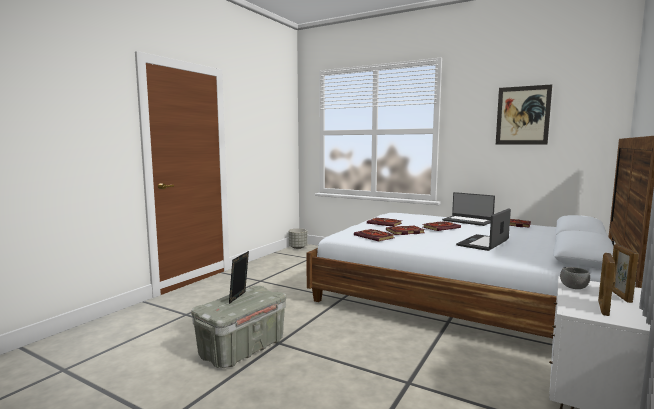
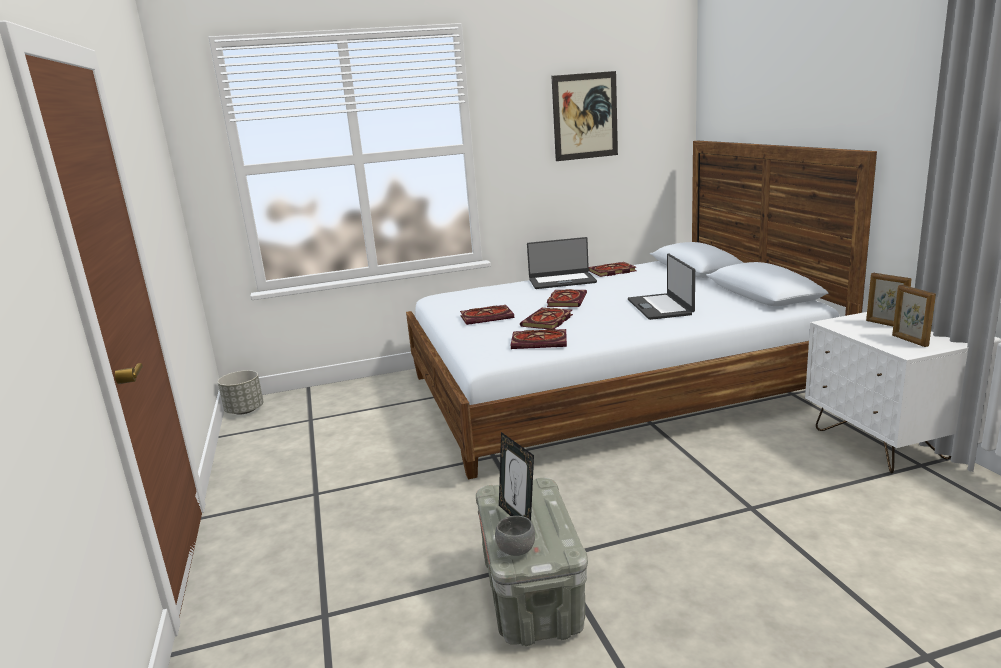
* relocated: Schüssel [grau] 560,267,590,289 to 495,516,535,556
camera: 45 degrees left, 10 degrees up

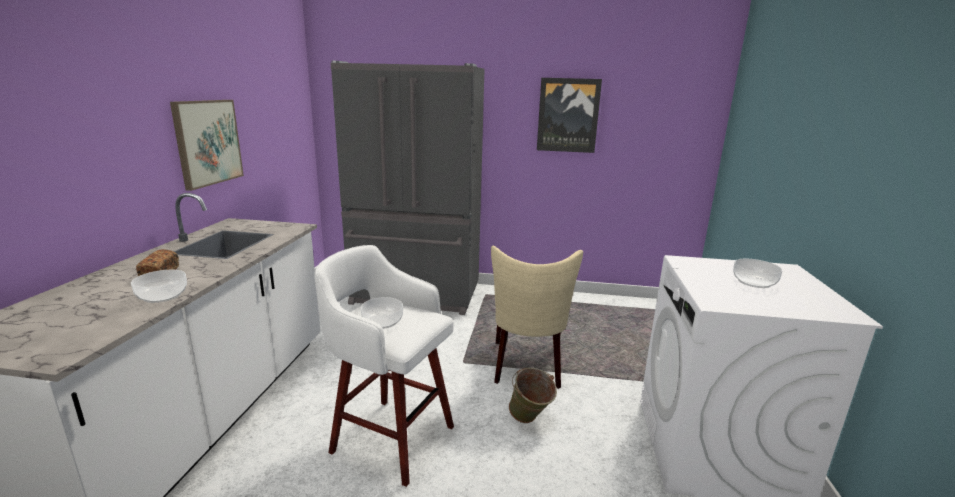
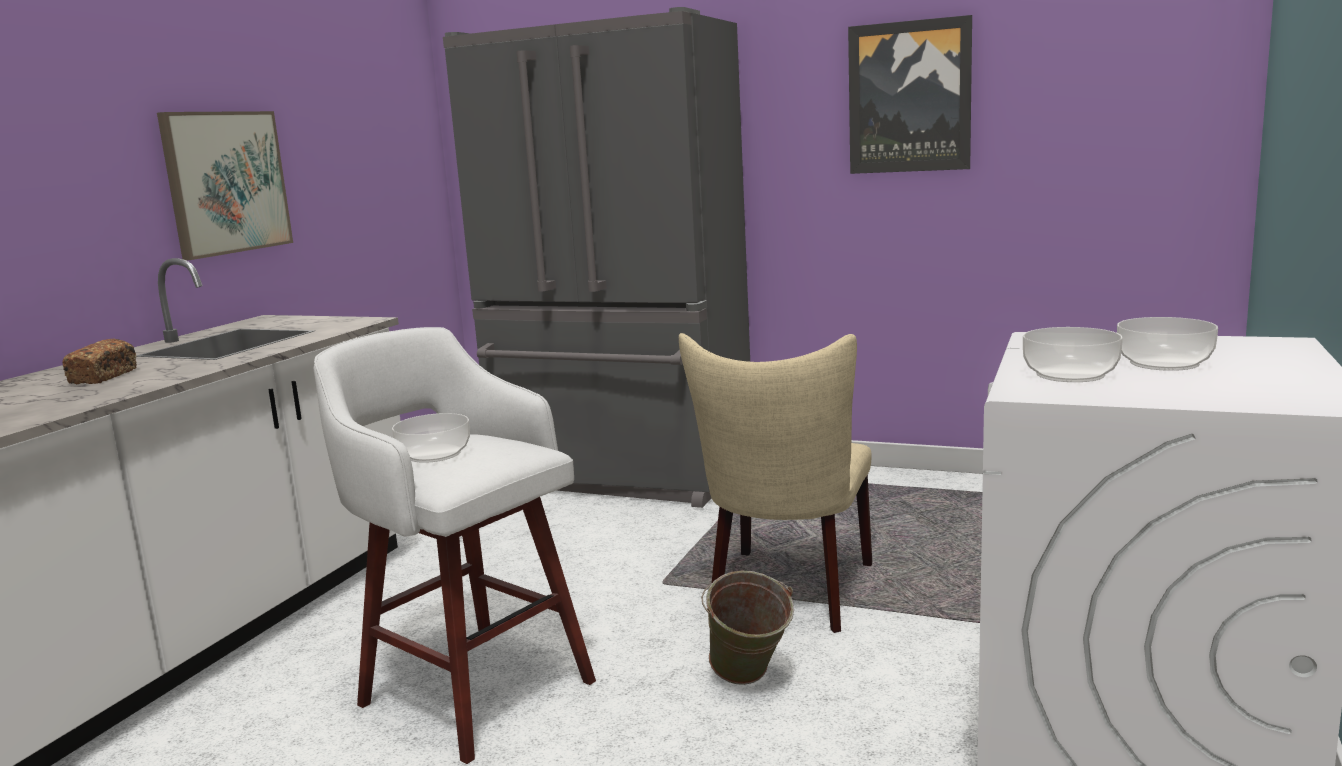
* relocated: Schüssel 131,270,187,303 to 1023,327,1123,382
camera: 15 degrees right, 5 degrees down

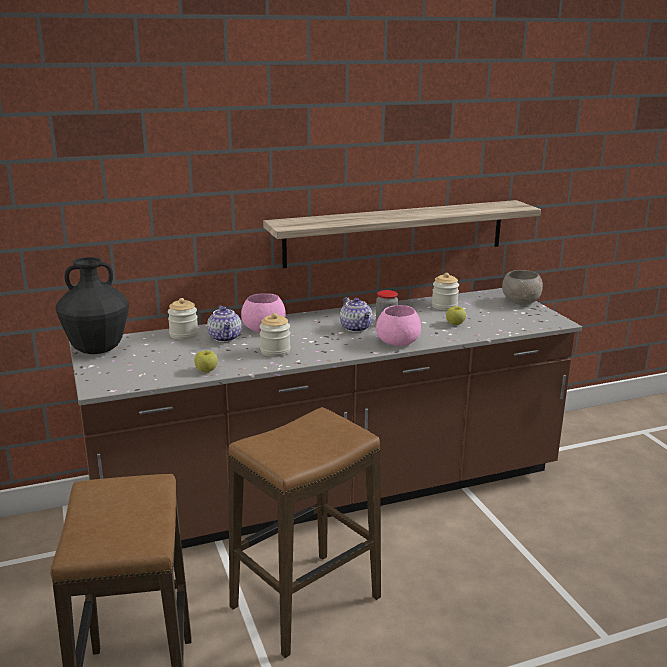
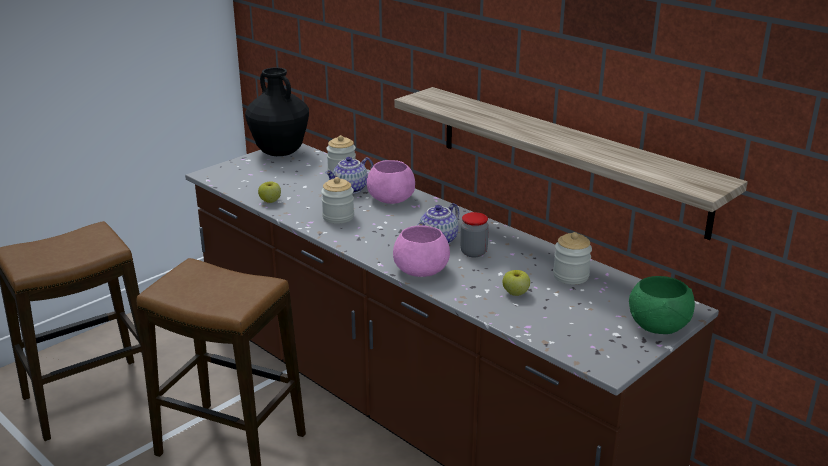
* colour: Schüssel [grau] 502,270,543,305 to Schüssel [grün] 629,276,695,334
camera: 65 degrees right, 5 degrees up

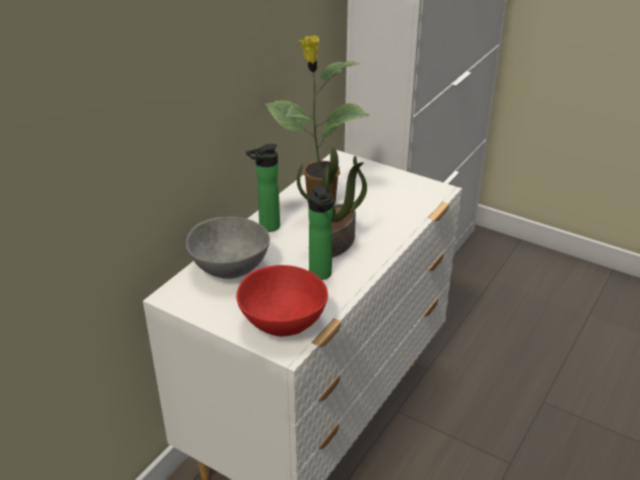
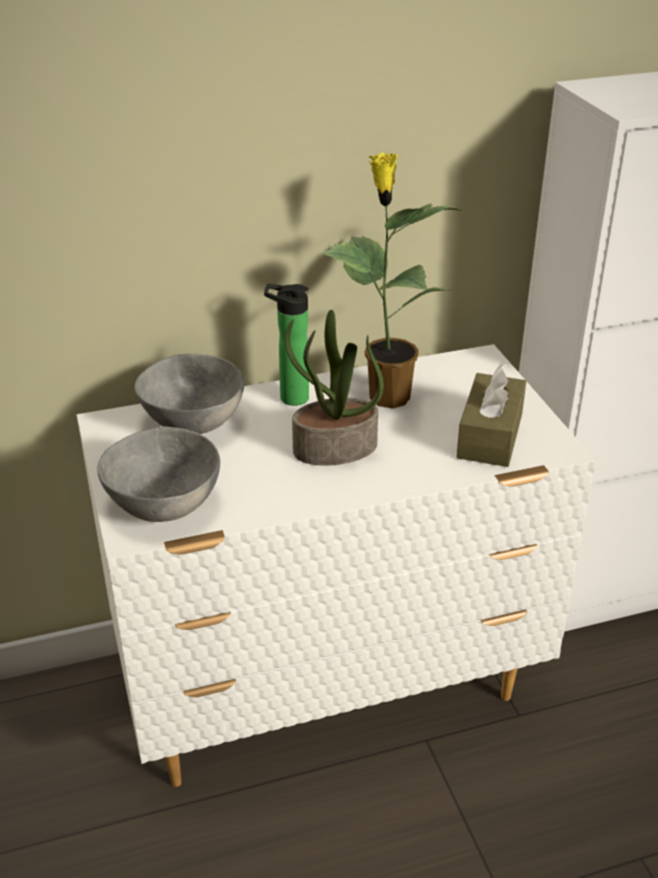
* missing: Flasche 308,184,335,280
* colour: Schüssel [rot] 236,265,328,336 to Schüssel [grau] 97,426,220,522
* appeared: Taschentuchbox [braun] 457,363,526,467
camera: 40 degrees right, 0 degrees up

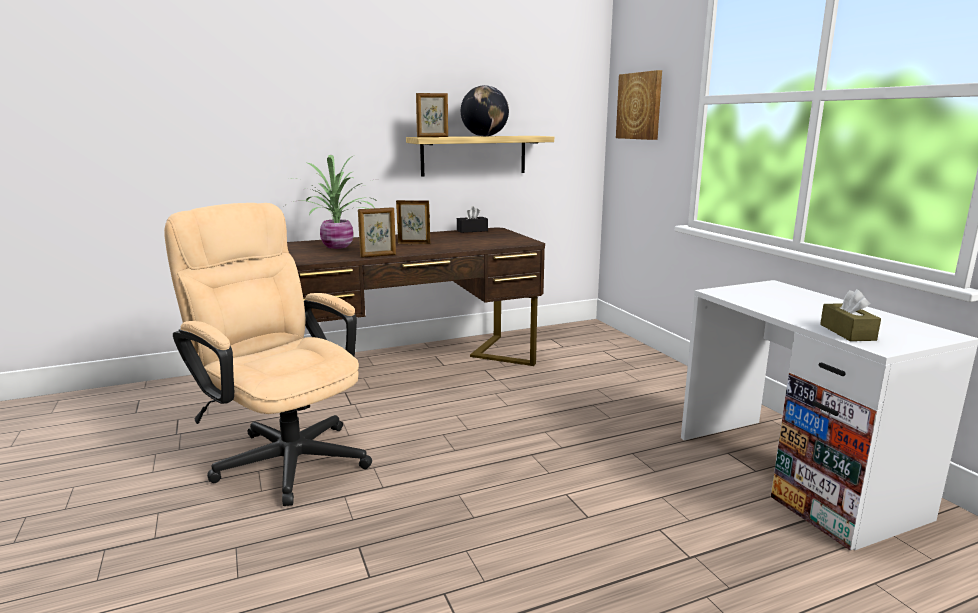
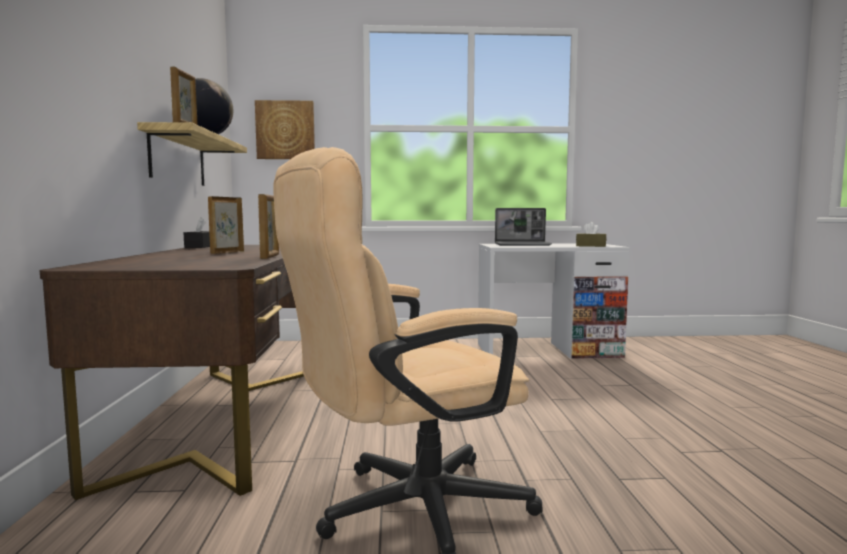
* missing: Topfpflanze 290,155,377,249
* appeared: Laptop 495,208,552,246
camera: 70 degrees left, 10 degrees down

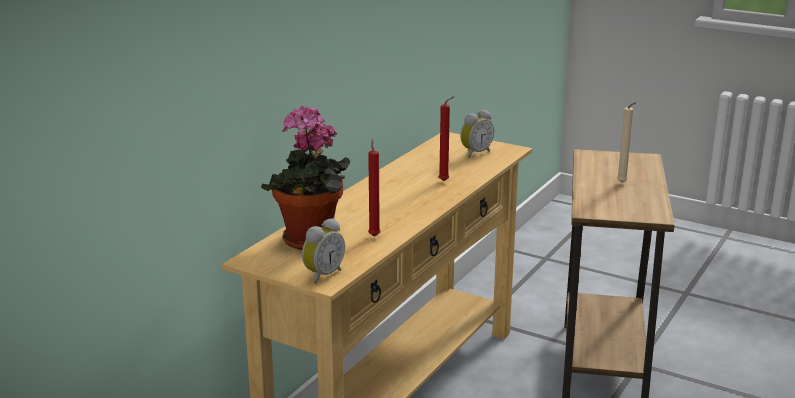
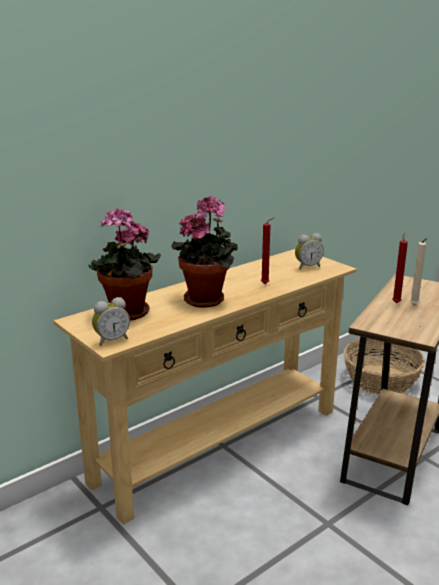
* relocated: Kerze [rot] 368,139,381,237 to 392,232,408,303
* appeared: Topfpflanze 171,195,238,308
* appeared: Korb 343,338,425,395
camera: 20 degrees right, 0 degrees up

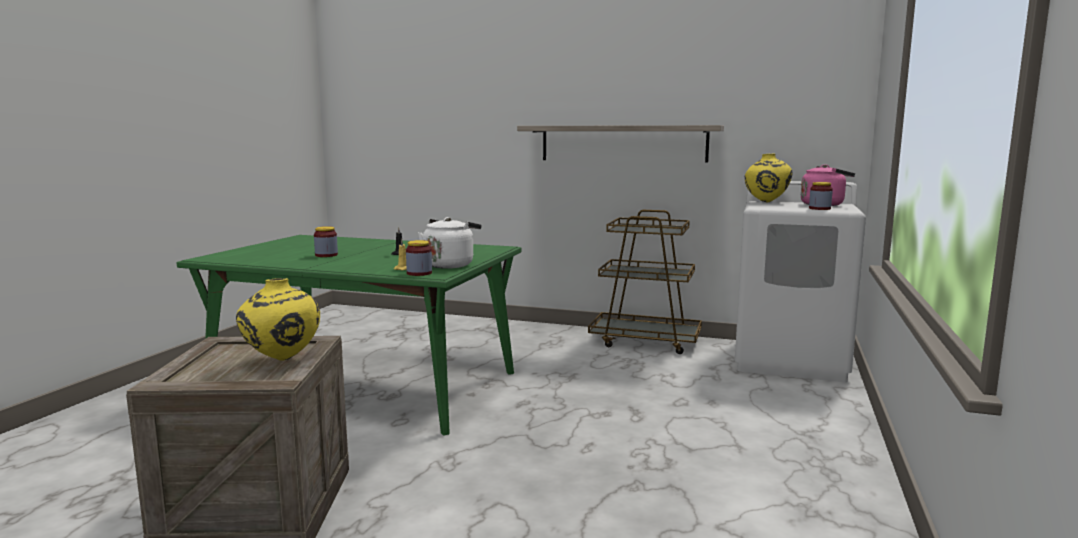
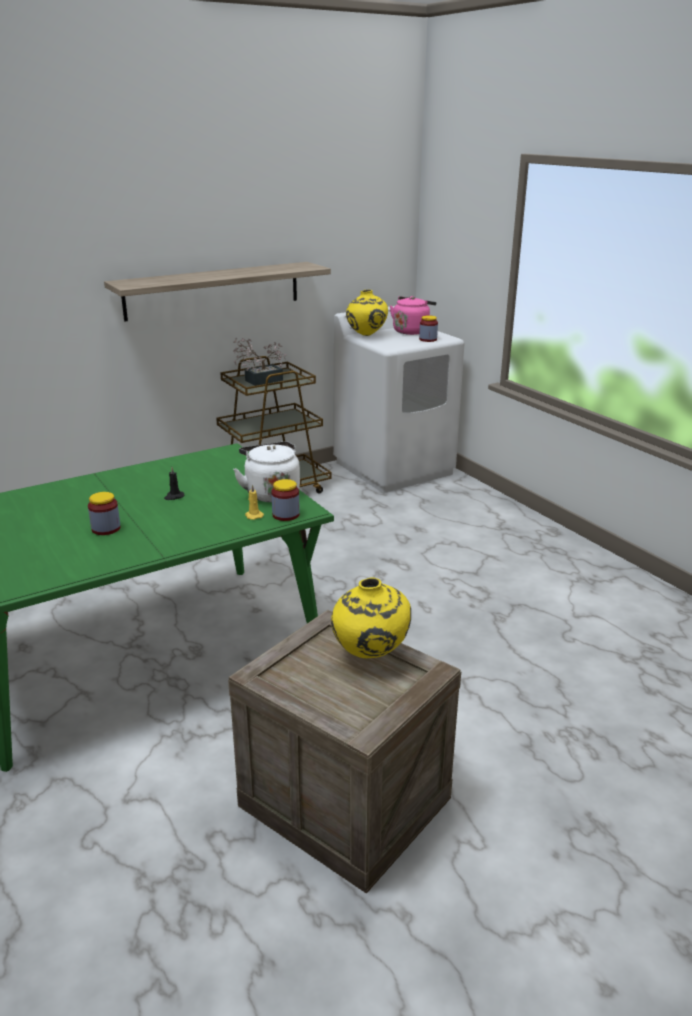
* appeared: Topfpflanze 234,338,286,386
camera: 50 degrees left, 15 degrees up

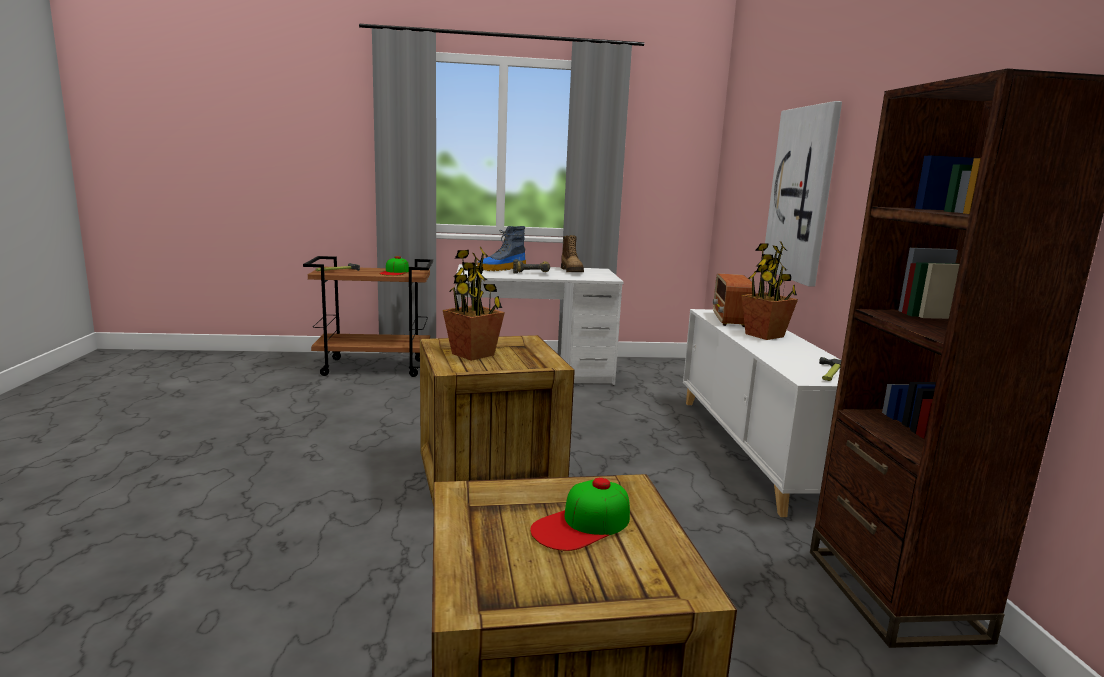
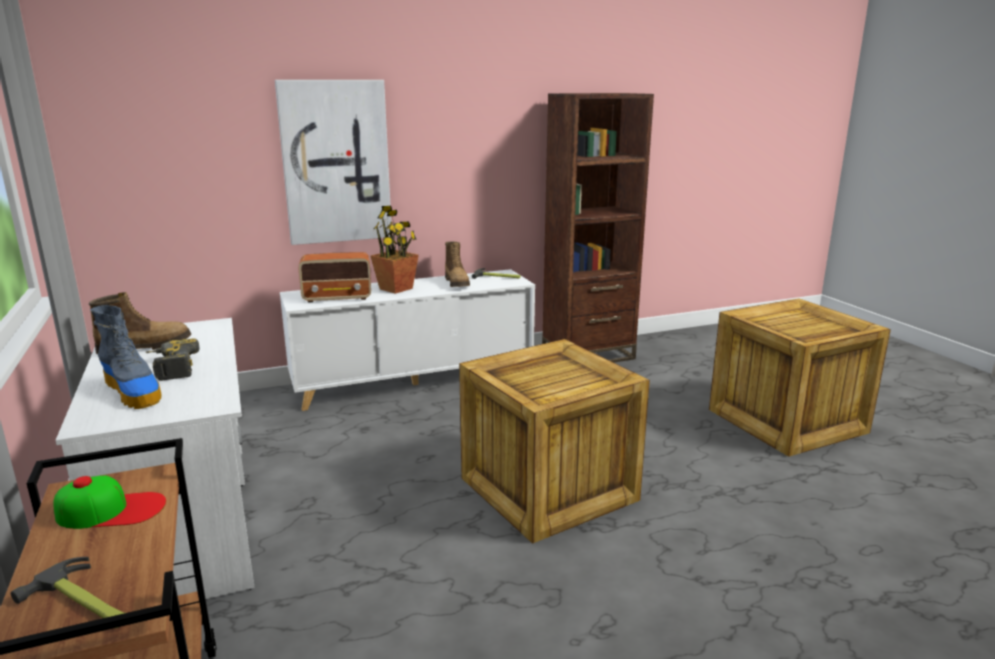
* missing: Topfpflanze 443,247,505,361
* missing: Kappe 530,478,630,551
* appeared: Stiefel 445,241,470,287
camera: 105 degrees left, 5 degrees up

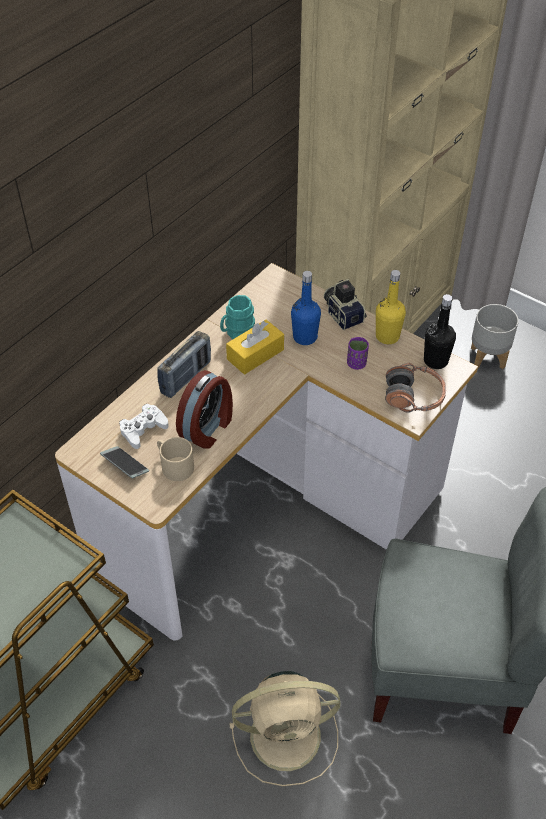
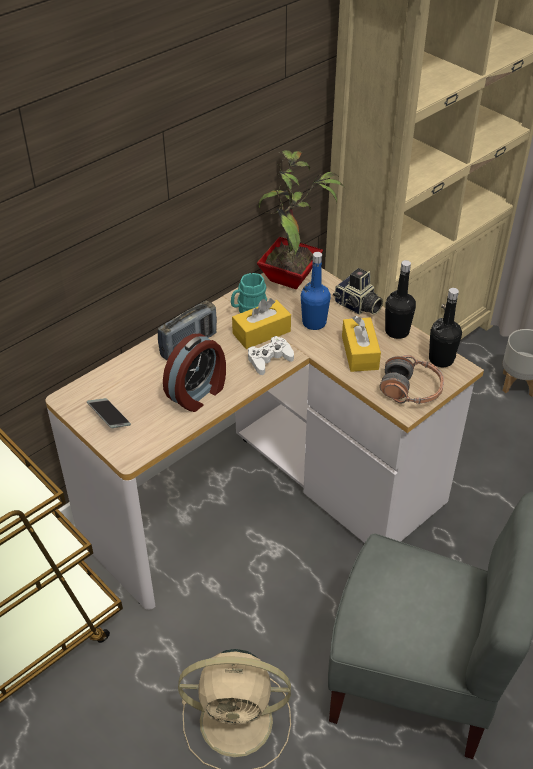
* colour: Flasche [gelb] 376,270,406,344 to Flasche [schwarz] 385,260,416,339
* spun: Kamera 323,279,367,330 = 333,268,383,315 150 degrees clockwise
* exchanged: Tasse [lila] 347,337,369,370 to Taschentuchbox [gelb] 342,316,381,372
* relocated: Gamepad [weiß] 119,404,169,449 to 248,336,294,375
* missing: Henkelbecher [beige] 157,437,194,481
* appeared: Topfpflanze 257,150,345,289
camera: 10 degrees right, 5 degrees down

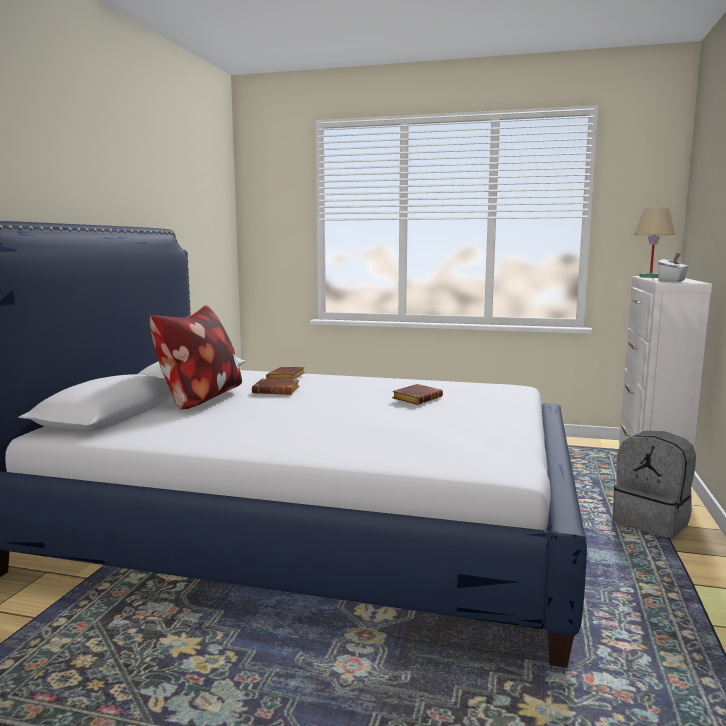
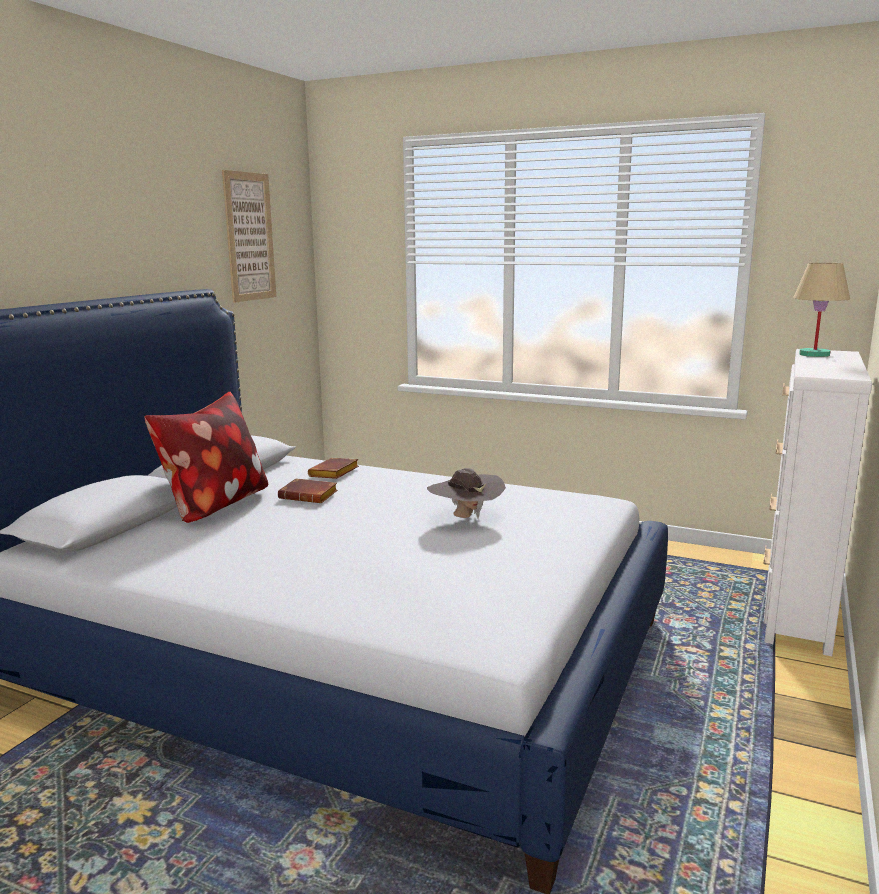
* missing: Taschentuchbox [weiß] 658,253,689,282
* exchanged: Buch [braun] 392,384,443,405 to Hut [braun] 427,468,506,519
* missing: Rucksack [grau] 613,431,696,538
* appeared: Bild 222,170,276,303
camera: 10 degrees right, 5 degrees up

